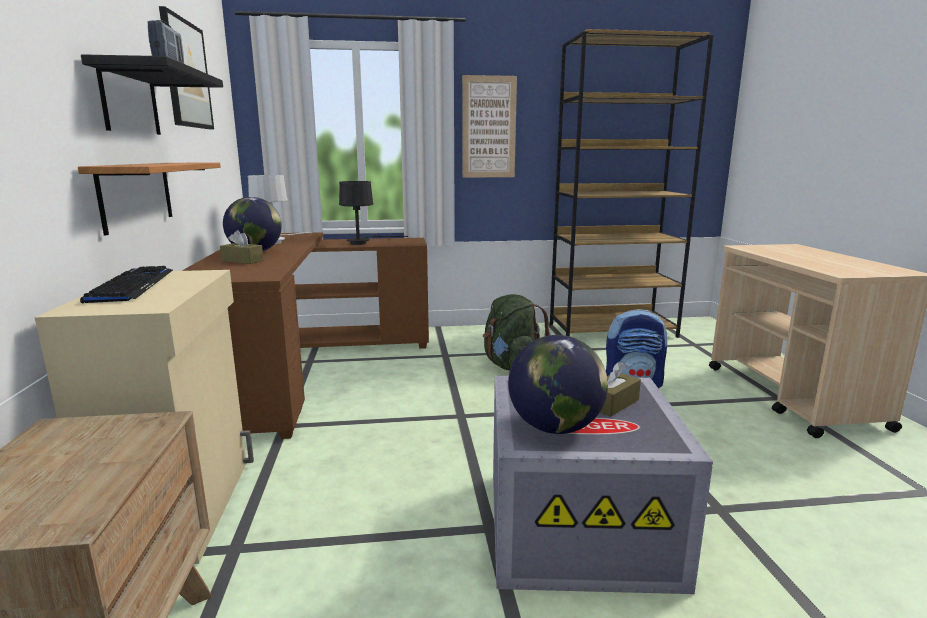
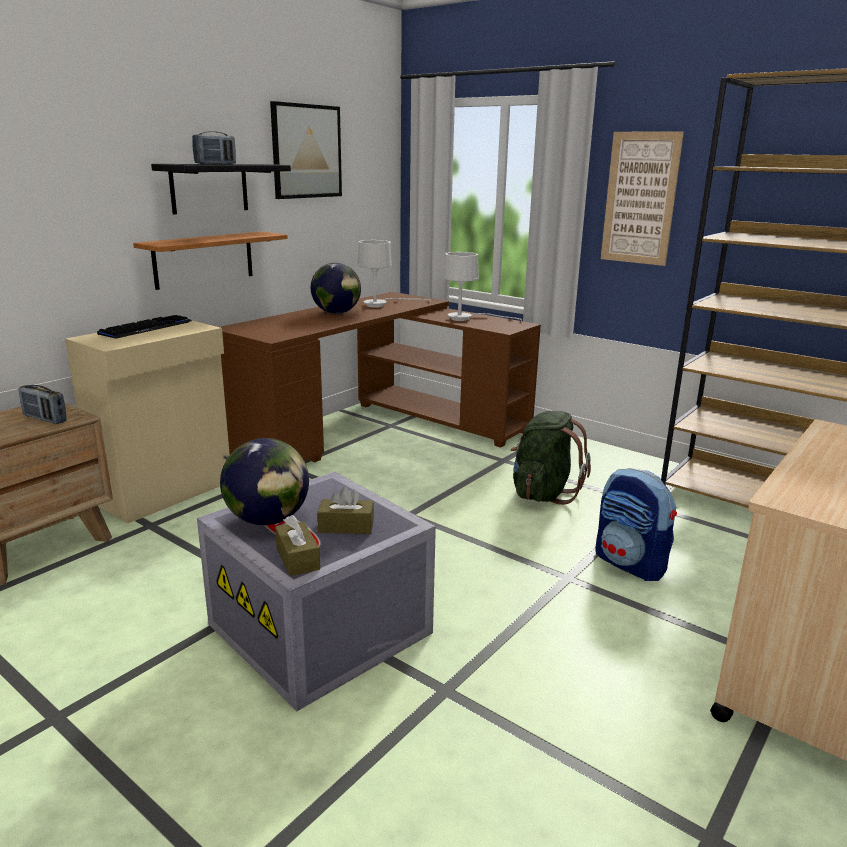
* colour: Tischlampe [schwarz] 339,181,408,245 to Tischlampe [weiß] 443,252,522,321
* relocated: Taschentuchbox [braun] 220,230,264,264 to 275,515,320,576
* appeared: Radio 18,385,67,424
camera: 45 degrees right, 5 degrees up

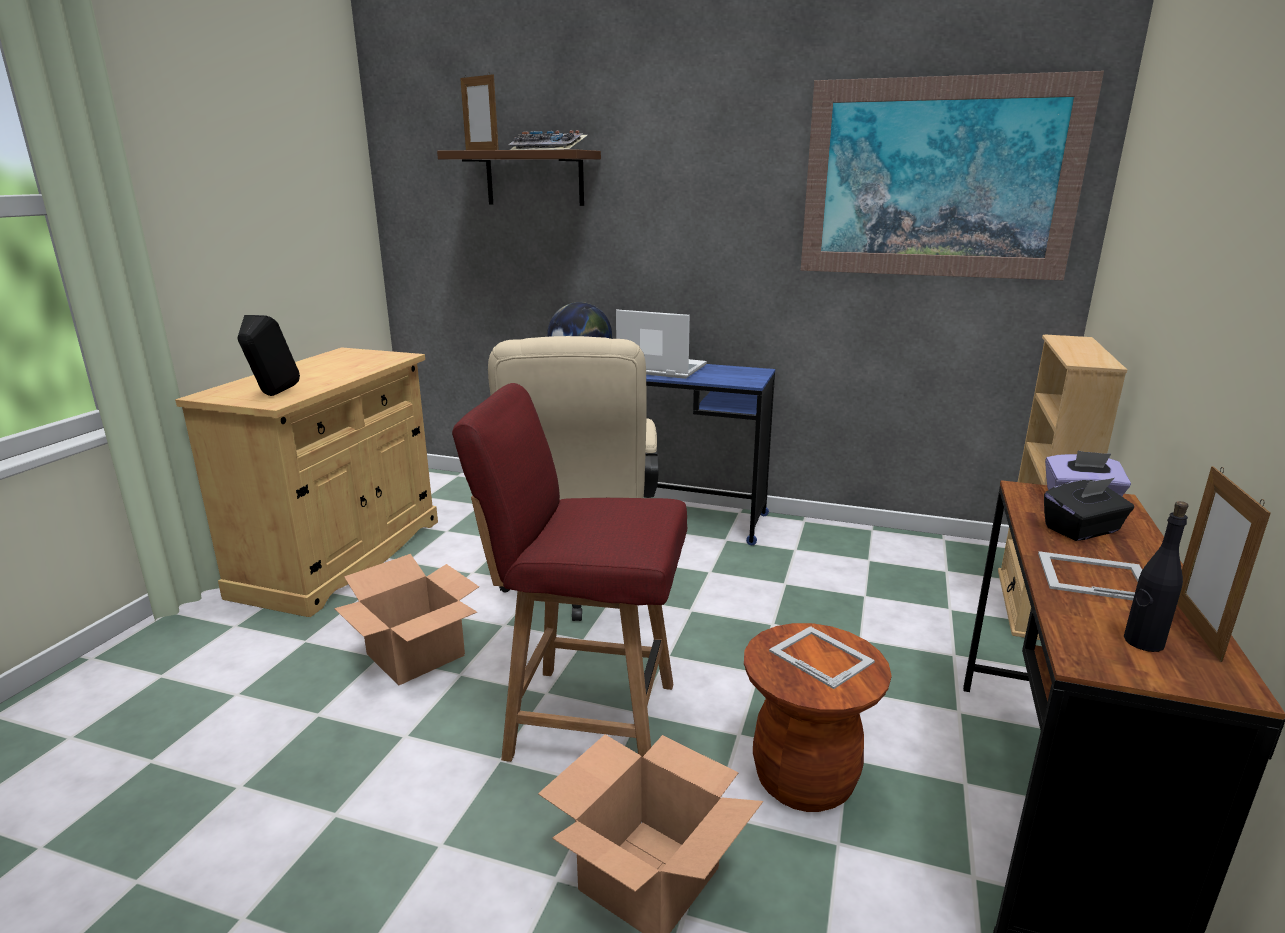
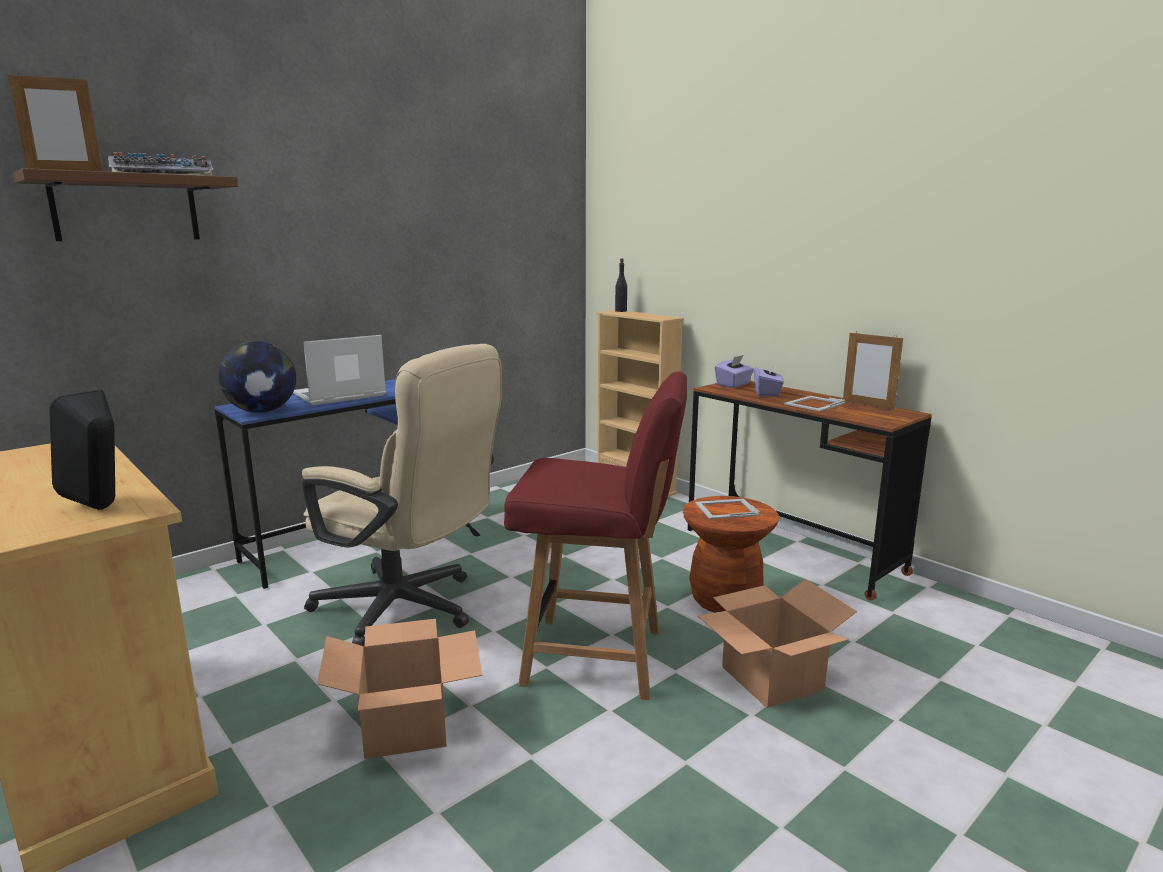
* missing: Bild 801,71,1104,280
* spun: Stuhl [rot] 452,383,687,762 = 504,371,687,700 120 degrees counterclockwise
* colour: Taschentuchbox [schwarz] 1044,478,1134,541 to Taschentuchbox [lila] 754,362,784,397
* relocated: Flasche [schwarz] 1124,501,1189,652 to 615,258,627,312
camera: 60 degrees left, 5 degrees down

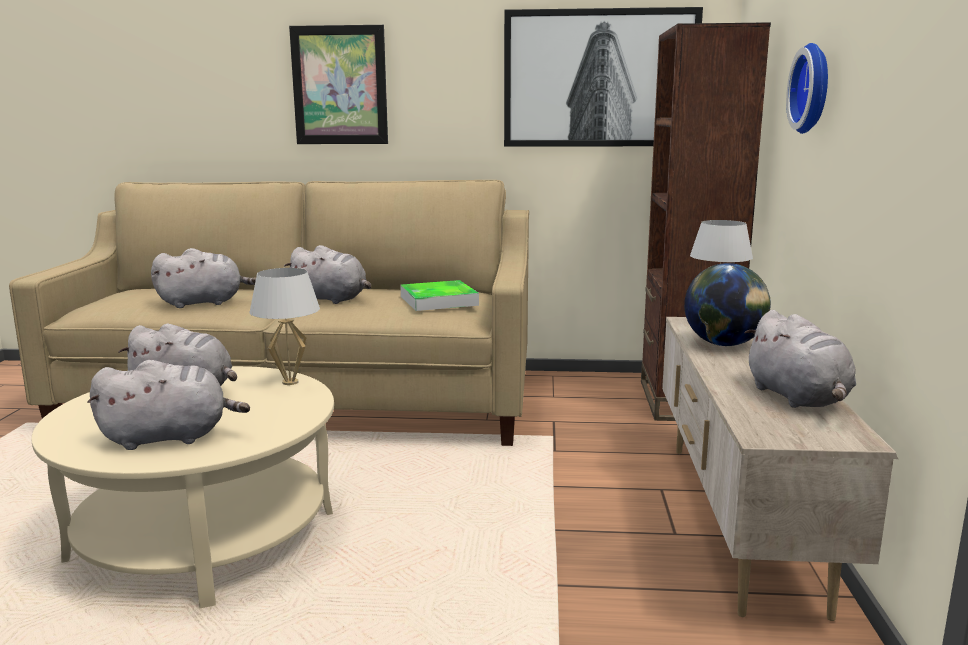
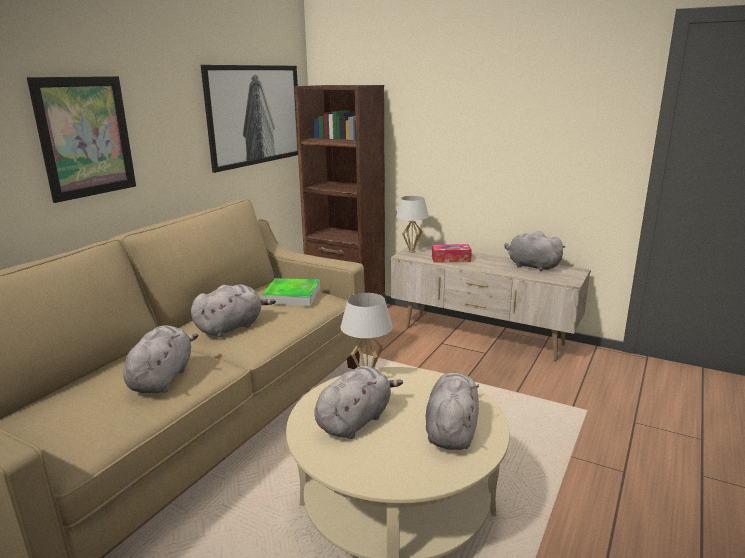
* missing: Wanduhr 786,43,828,134
* exchanged: Globus 684,263,771,346 to Taschentuchbox 432,244,472,263
* spun: Plüschtier [grau] 744,310,856,408 = 504,231,565,271 150 degrees counterclockwise
camera: 65 degrees left, 5 degrees up

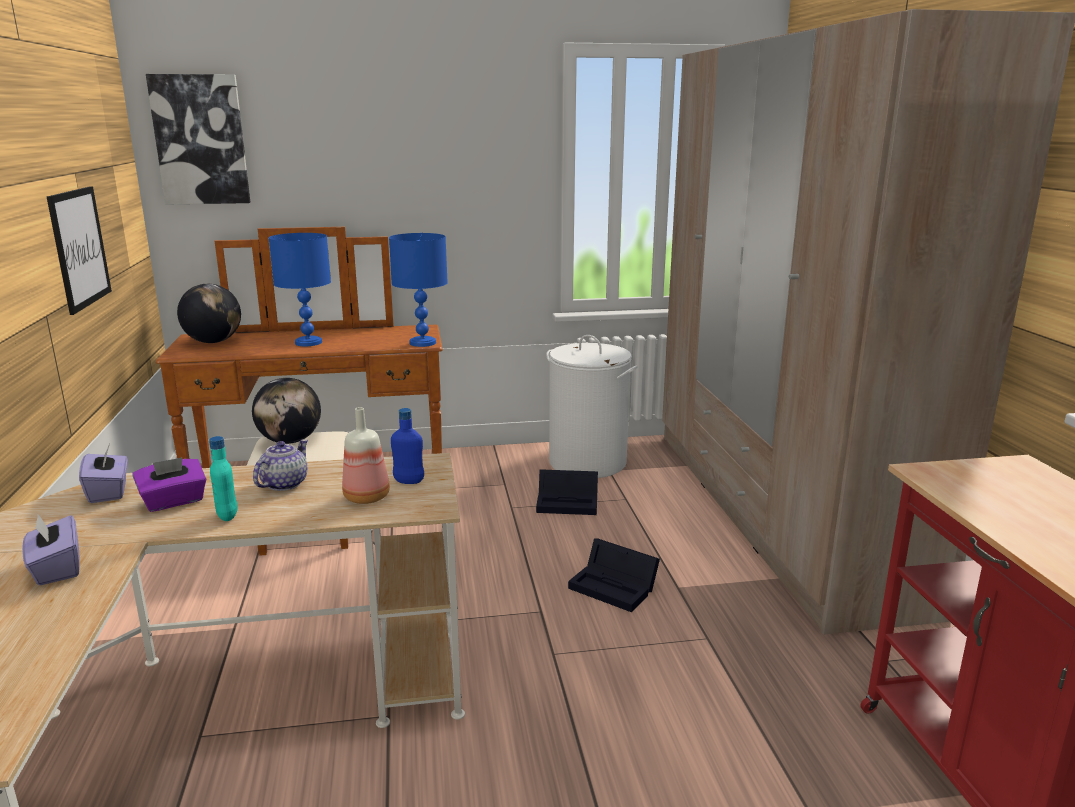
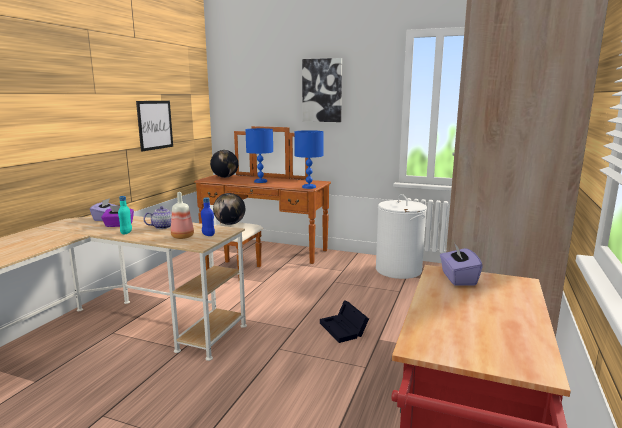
* relocated: Bild 146,74,250,205 to 302,58,342,122
* missing: Aufbewahrungsbox [schwarz] 536,469,598,515
* relocated: Taschentuchbox [lila] 22,514,79,585 to 440,244,483,285
camera: 30 degrees right, 5 degrees down

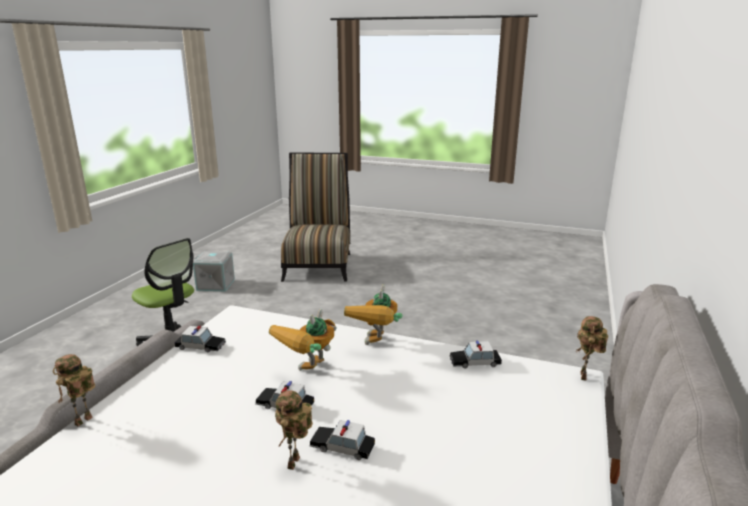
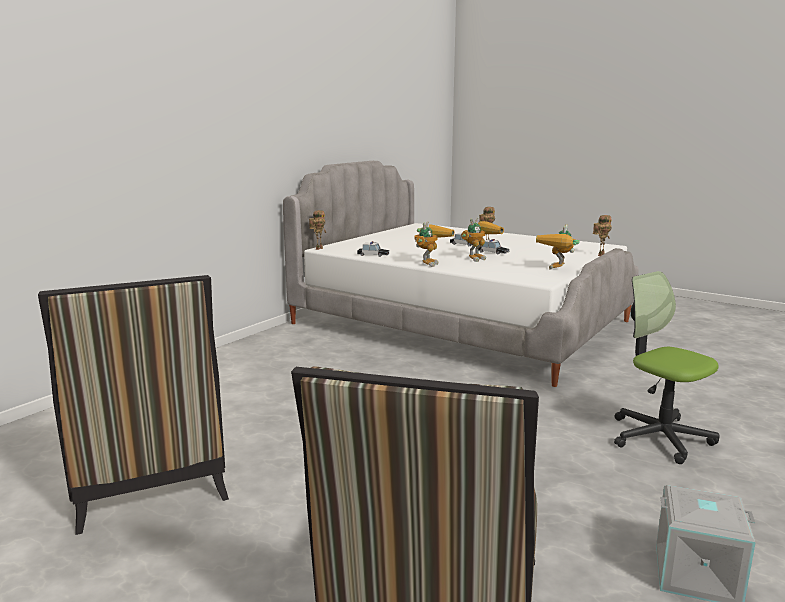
* exchanged: Spielzeugauto 175,325,226,353 to Spielzeugroboter 536,224,580,269
* appeared: Stuhl 38,275,229,535
camera: 165 degrees left, 5 degrees down

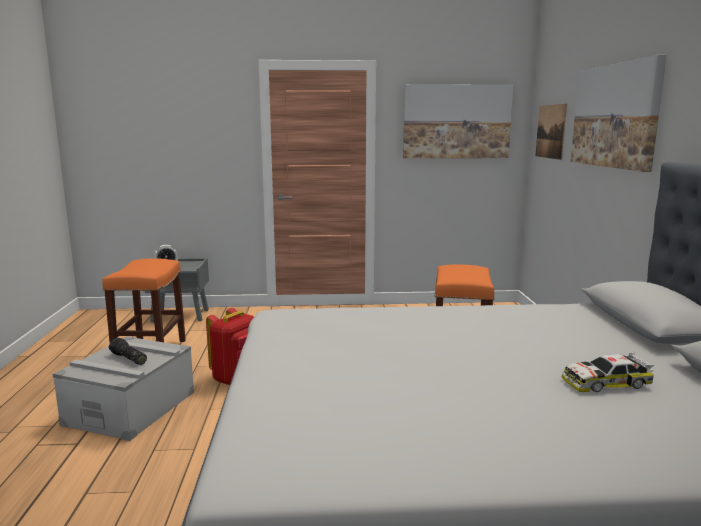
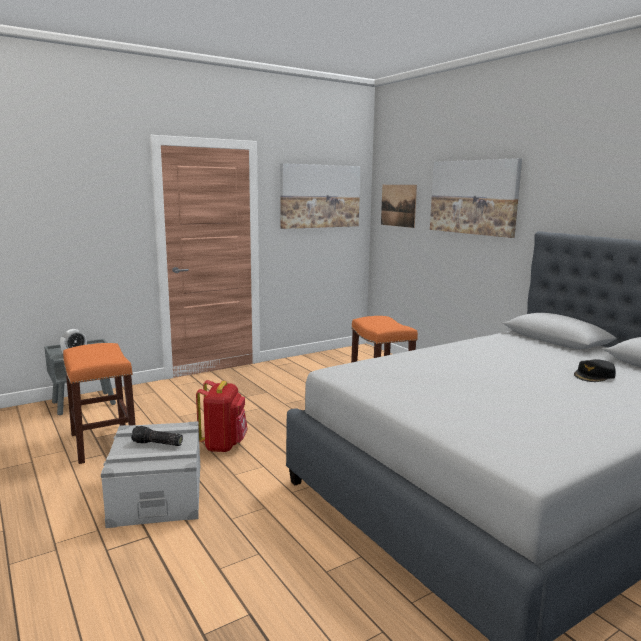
* exchanged: Spielzeugauto 562,353,654,392 to Kappe [schwarz] 574,359,616,382
camera: 30 degrees left, 0 degrees up

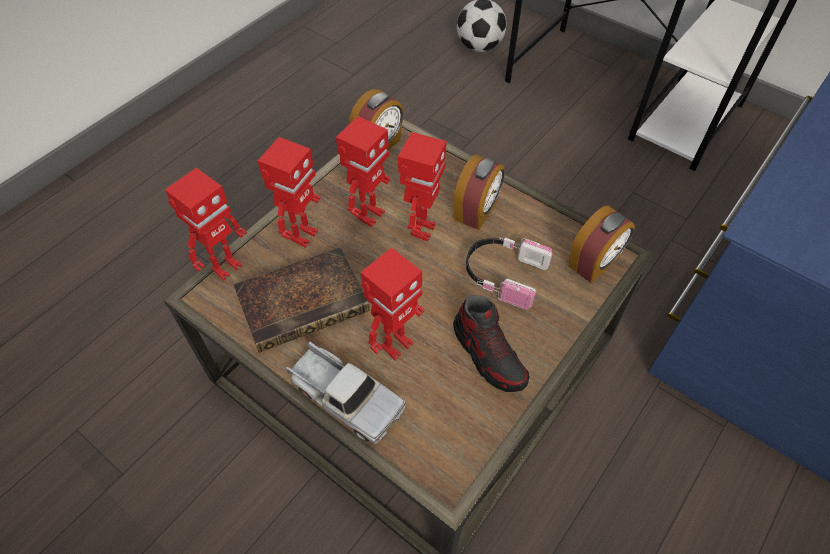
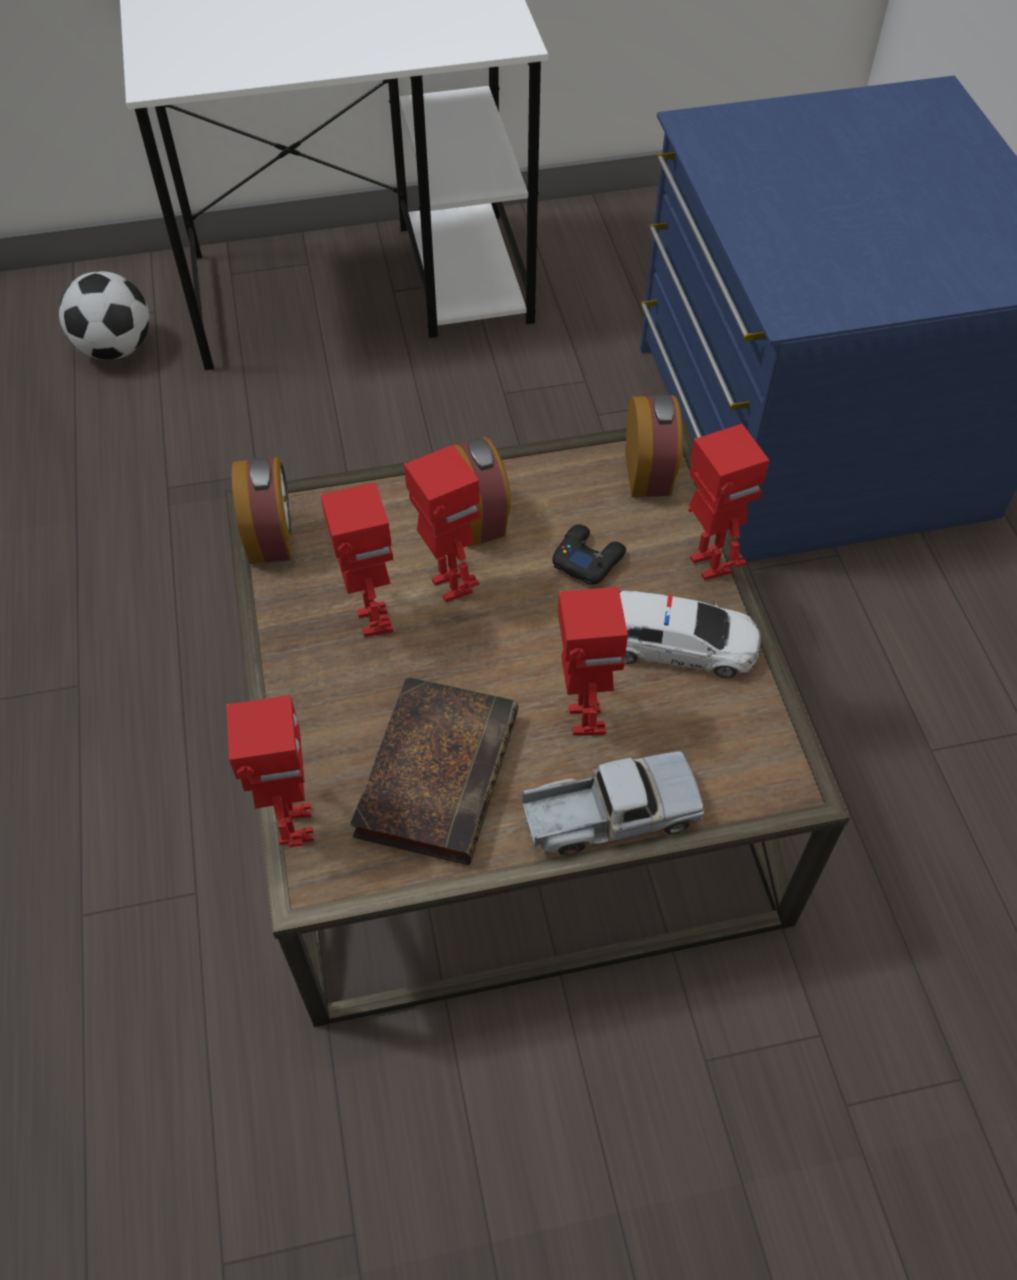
* relocated: Spielzeugroboter 258,137,321,248 to 688,424,769,580
* exchanged: Kopfhörer 466,237,553,310 to Gamepad [schwarz] 552,524,626,585
* exchanged: Schuh 453,295,530,392 to Spielzeugauto 619,591,761,678
camera: 50 degrees left, 0 degrees up

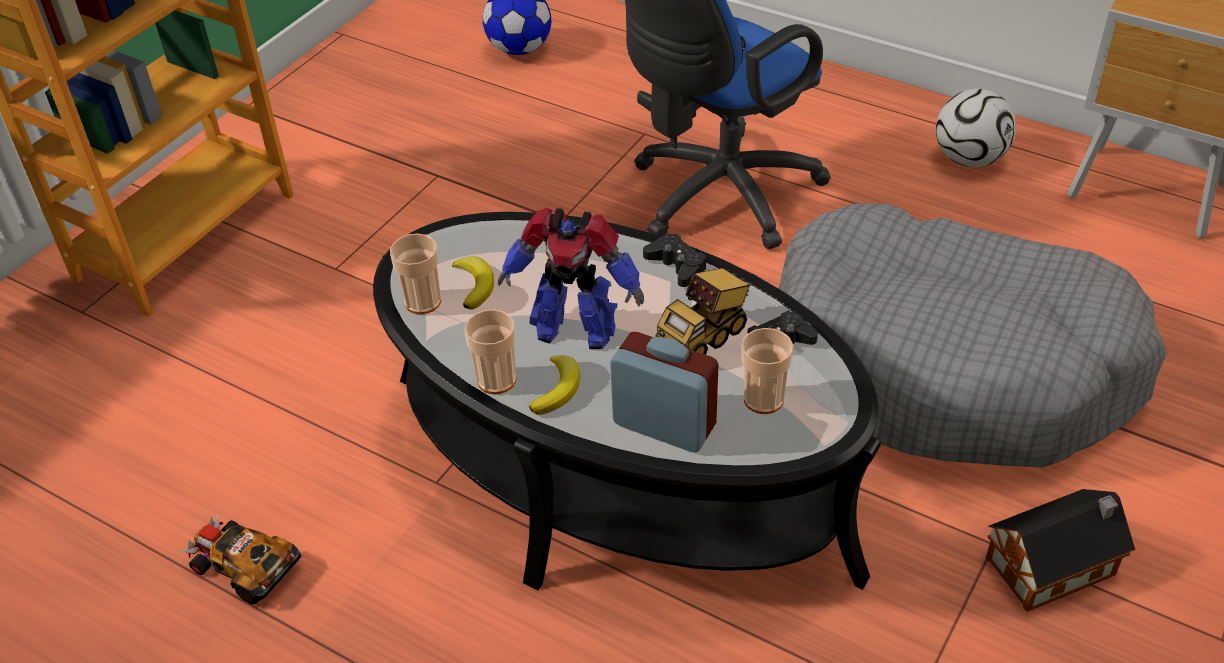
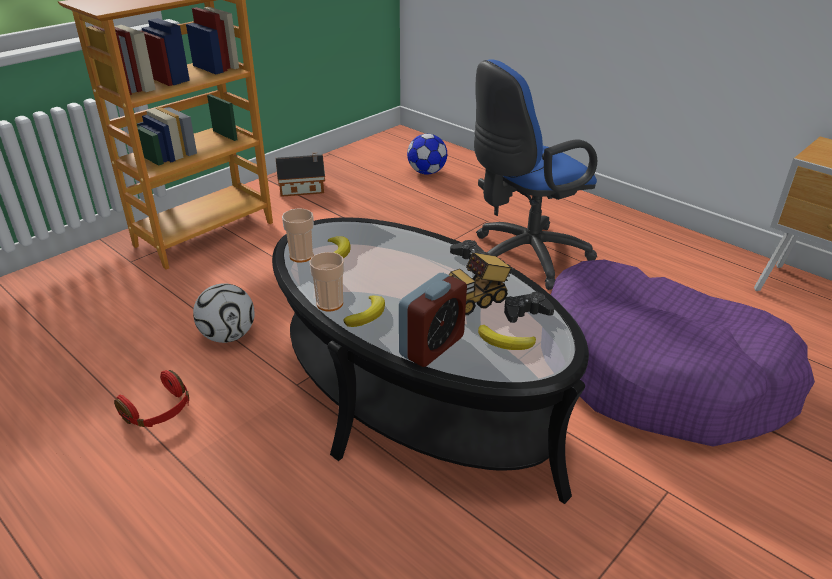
* relocated: Fußball 936,89,1016,167 to 193,283,255,343
* colour: Hundebett [grau] 779,203,1167,468 to Hundebett [lila] 551,260,815,447
* missing: Spielzeugroboter 498,208,644,349
* exchanged: Tasse 742,328,793,414 to Banane 478,325,536,350
* spun: Wecker 610,332,718,452 = 399,273,467,367 90 degrees clockwise
* relocated: Spielzeughaus 986,489,1135,612 to 276,153,325,197
* exchanged: Spielzeugauto 180,514,302,605 to Kopfhörer [rot] 114,370,189,427
camera: 10 degrees right, 10 degrees down

